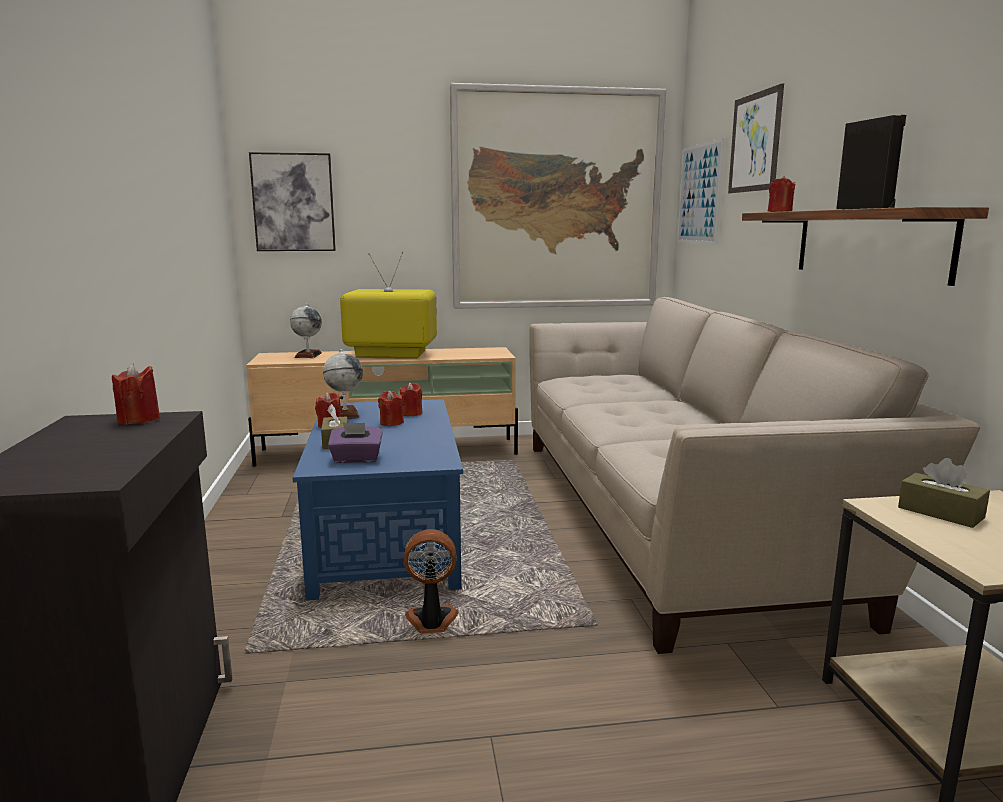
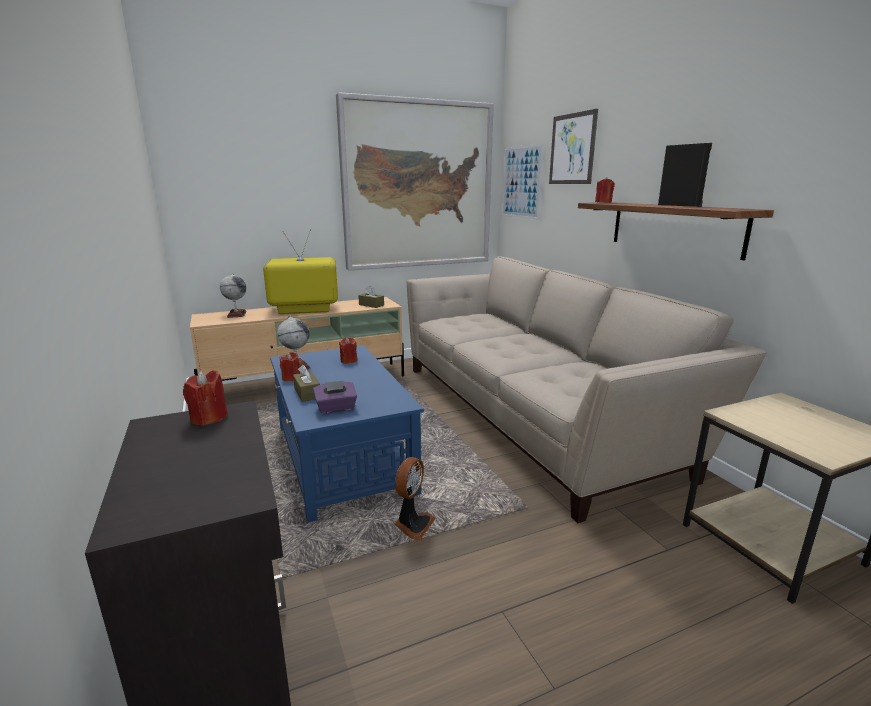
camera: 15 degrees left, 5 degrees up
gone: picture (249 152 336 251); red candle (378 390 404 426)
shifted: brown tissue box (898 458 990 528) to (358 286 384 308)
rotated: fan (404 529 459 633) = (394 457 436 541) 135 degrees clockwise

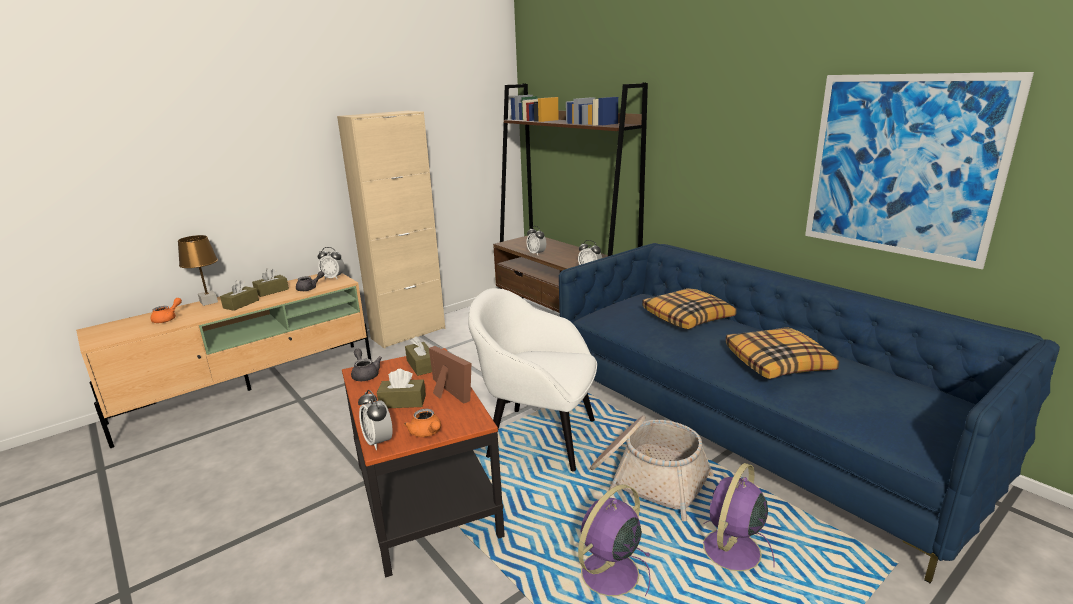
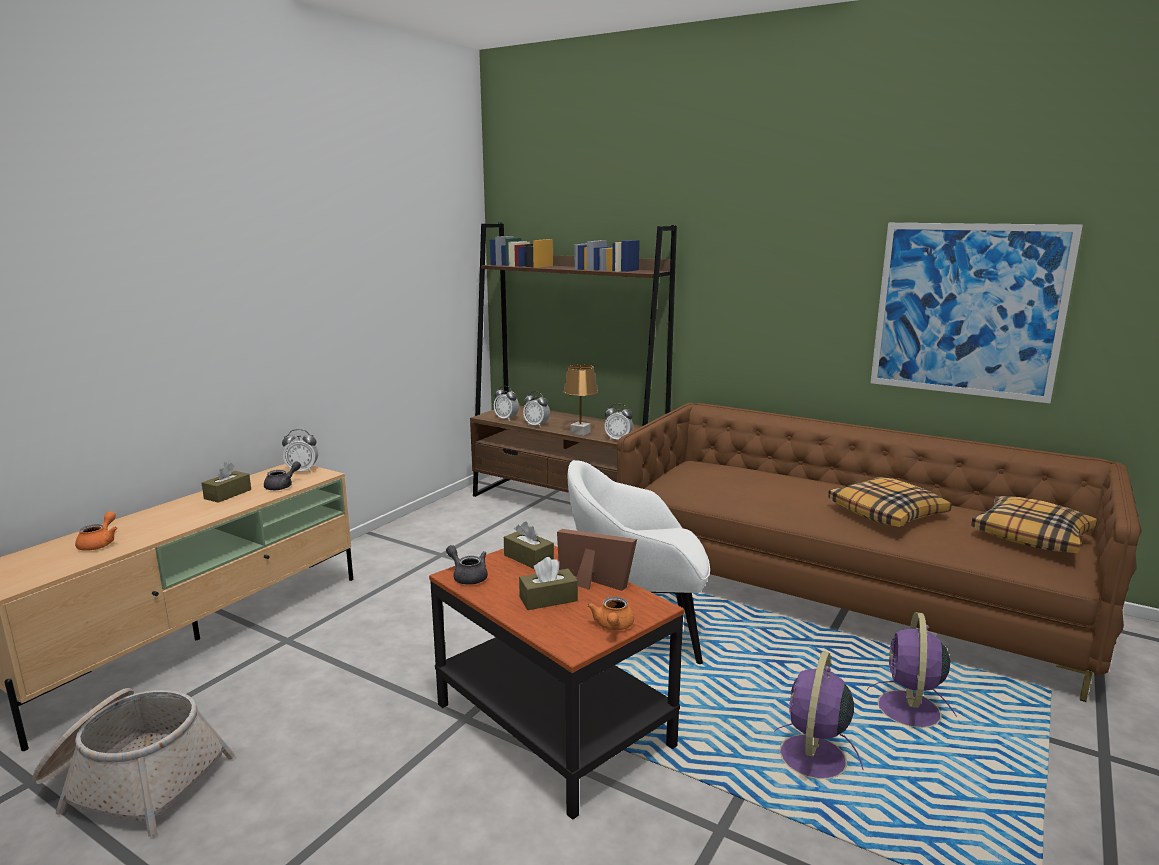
camera: 20 degrees left, 5 degrees down
gone: brown tissue box (220 280 259 311); beige cabinet (337 111 445 349)
shifted: brown table lamp (178 235 218 306) to (563 364 598 436); alarm clock (358 390 393 450) to (494 386 519 421); basket (590 415 714 521) to (32 688 235 837); pillow (642 288 737 329) to (971 496 1097 553)
repainted: blue sofa (559 243 1060 583) to brown sofa (617 403 1142 702)
rotated: orange teapot (404 409 441 437) = (587 597 634 630) 60 degrees clockwise

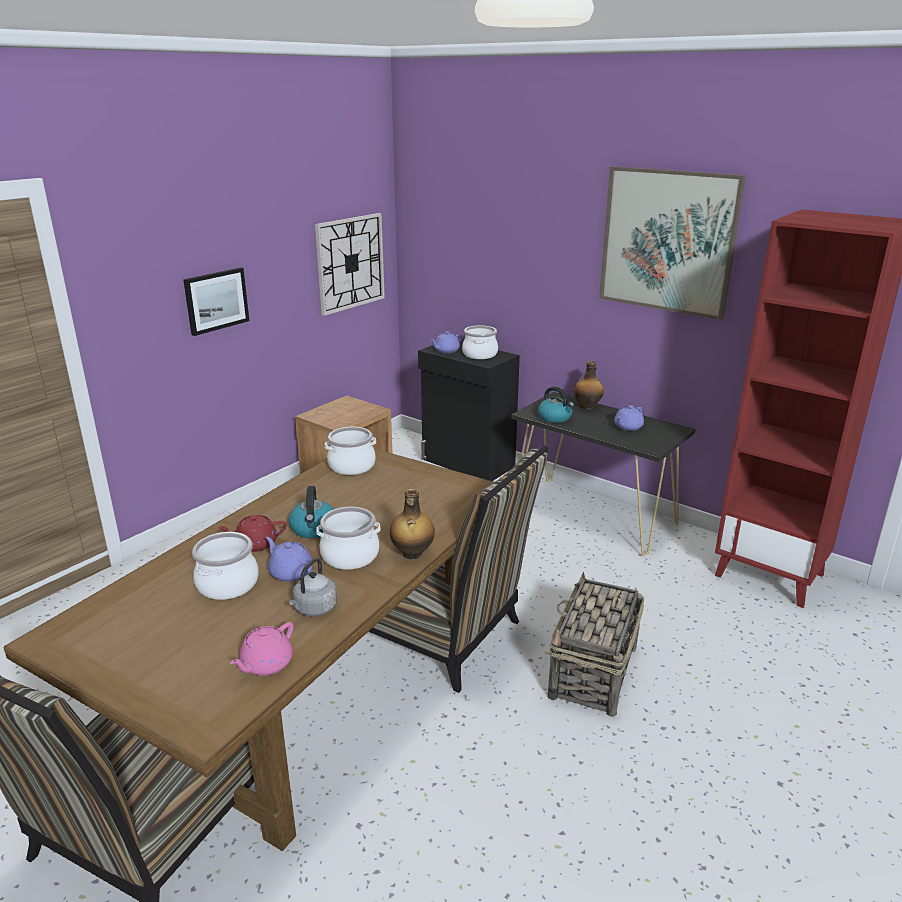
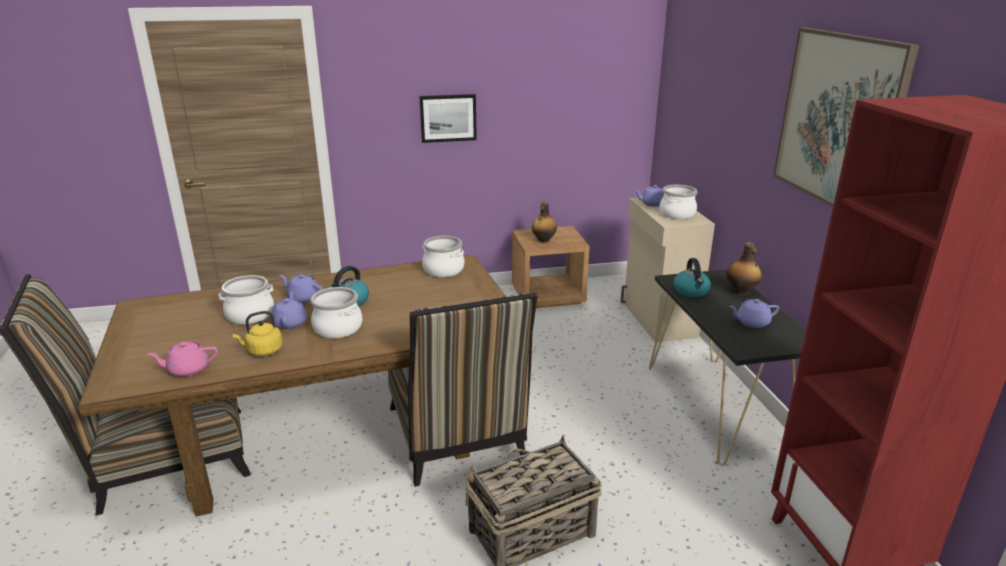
camera: 40 degrees right, 0 degrees up
gone: wall clock (315 213 385 316)
shifted: bottle (390 489 435 559) to (532 202 557 243)
repainted: red teapot (217 515 287 552) to purple teapot (279 274 323 303); grey kettle (289 558 337 616) to yellow kettle (233 311 282 356); black cabinet (418 341 520 481) to beige cabinet (620 198 715 342)

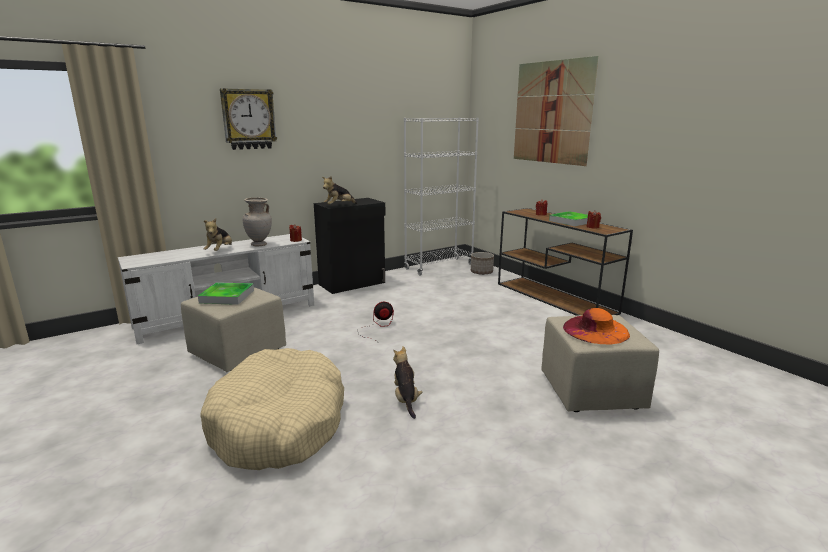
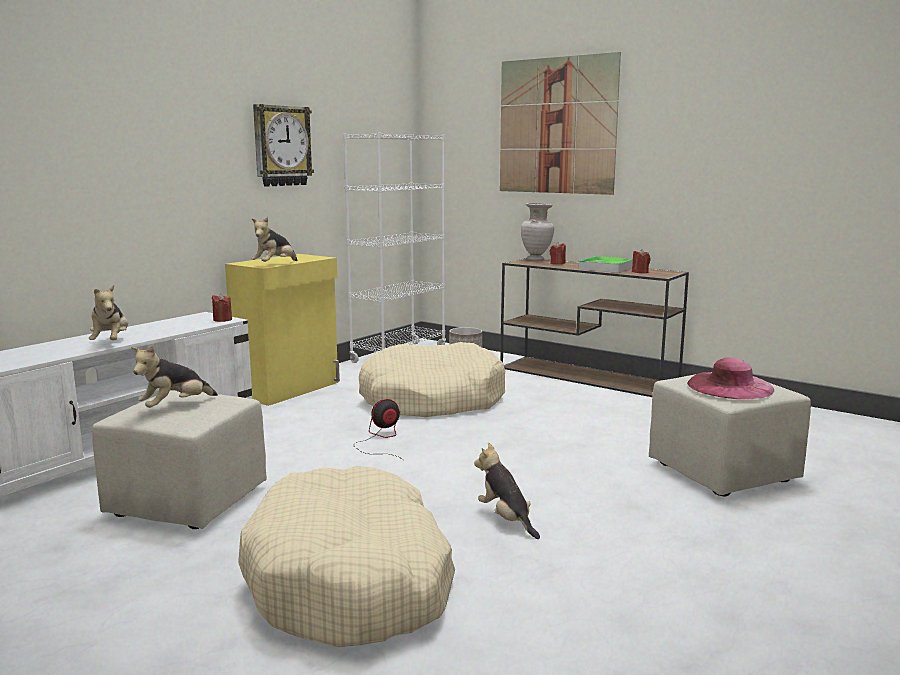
camera: 20 degrees left, 5 degrees down
new: beige dog bed (359 342 505 417)
shifted: wall clock (220 88 277 150) to (253 104 314 187); beige vase (243 197 272 246) to (521 203 554 261)
swapped: tray (198 282 254 305) to plush toy (131 345 218 408)
repainted: black cabinet (314 198 386 294) to yellow cabinet (225 254 340 406); orange hat (563 308 630 344) to pink hat (687 357 774 399)

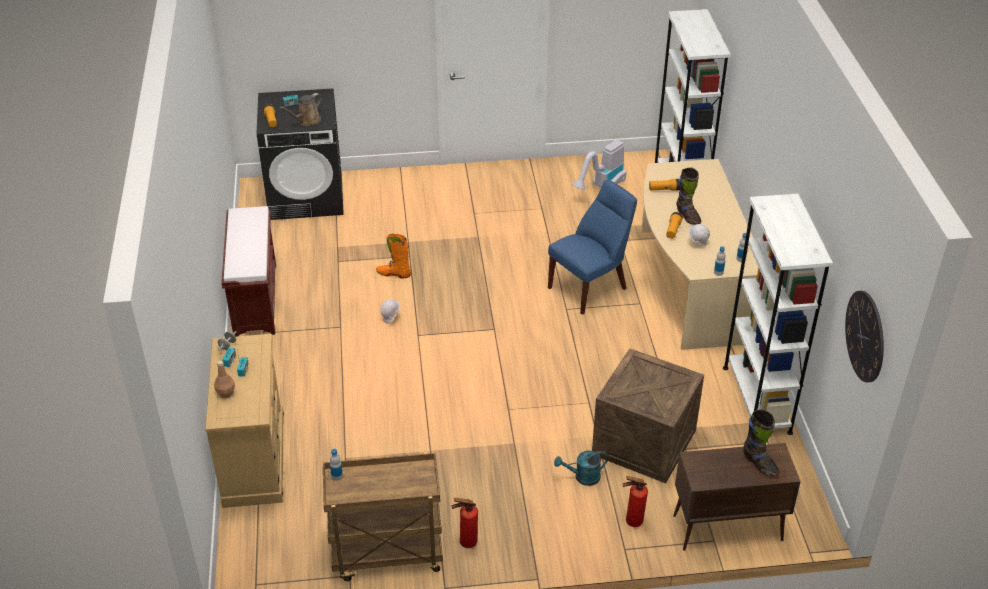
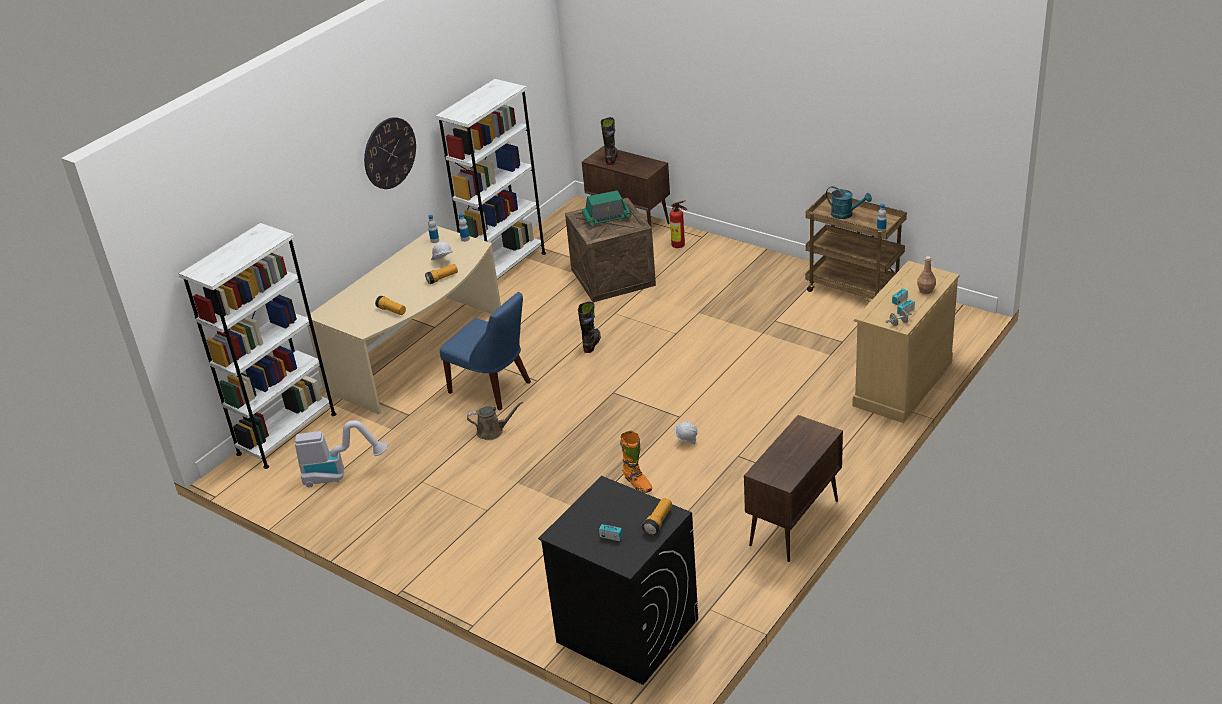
camera: 135 degrees left, 5 degrees down
gone: fire extinguisher (452 498 478 548)
new: radio (582 190 631 226)
shifted: brown watering can (280 93 322 126) to (467 401 523 440); turquoise watering can (554 451 608 486) to (826 186 872 219); black boot (676 167 701 225) to (578 302 601 353); wall clock (845 291 884 382) to (364 117 416 189)
swapped: brown bench (221 206 276 337) to brown cabinet (744 415 843 562)
rotated: blue chair (548 180 637 315) = (440 292 531 410) 150 degrees counterclockwise

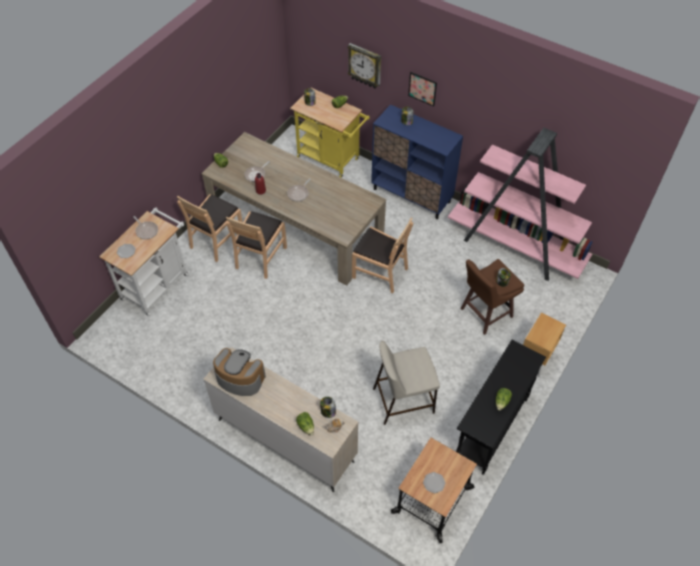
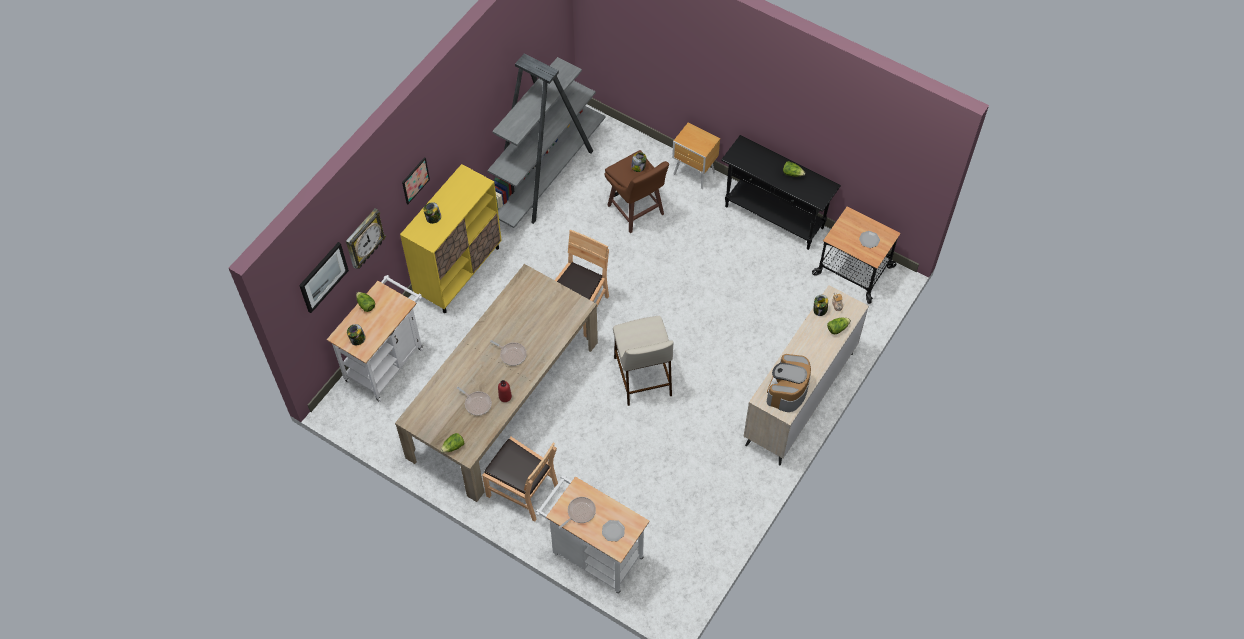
camera: 90 degrees left, 5 degrees up
gone: brown chair (226 211 287 279)
new: picture (299 242 349 313)
shifted: beige stool (373 341 440 425) to (613 316 674 406)
repainted: yellow cart (290 88 370 177) to white cart (327 275 423 402); blue cabinet (371 104 463 219) to yellow cabinet (400 164 502 313); pink bookcase (448 128 592 281) to grey bookcase (487 54 606 228)

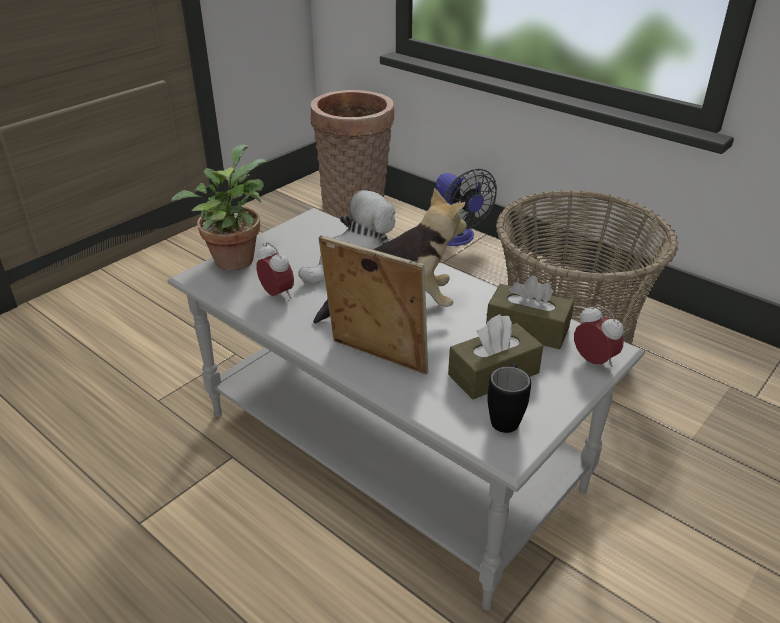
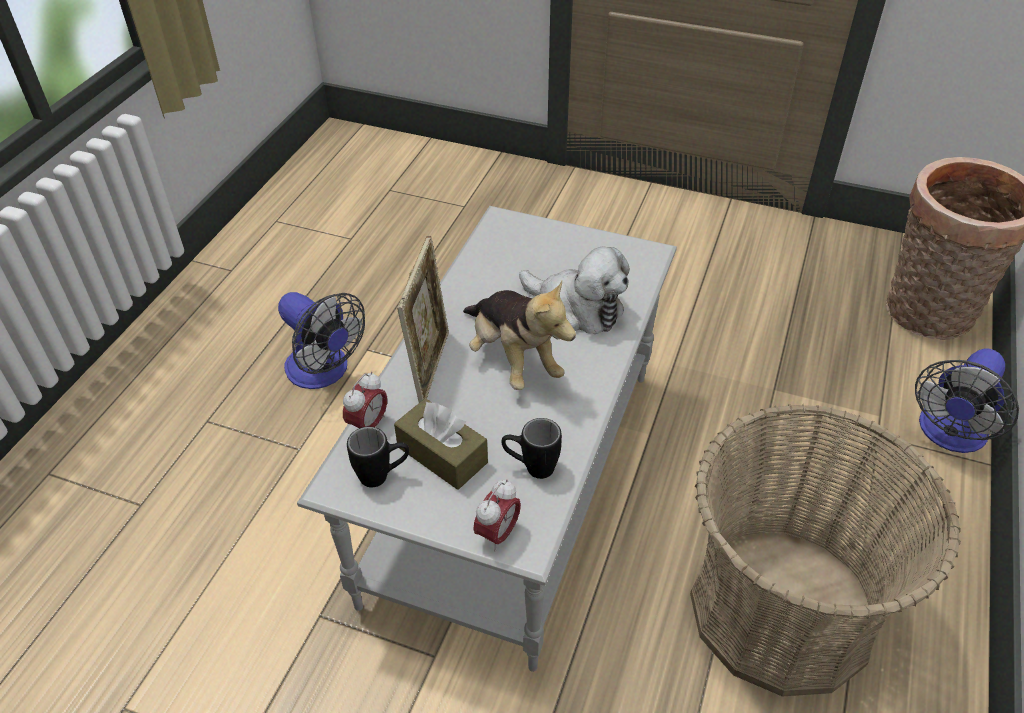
camera: 70 degrees right, 10 degrees up
gone: potted plant (171 144 267 271)
new: fan (278 292 365 389)
shifted: alarm clock (257 242 294 299) to (343 372 387 428)
swapped: brown tissue box (486 276 574 349) to black mug (501 418 562 479)

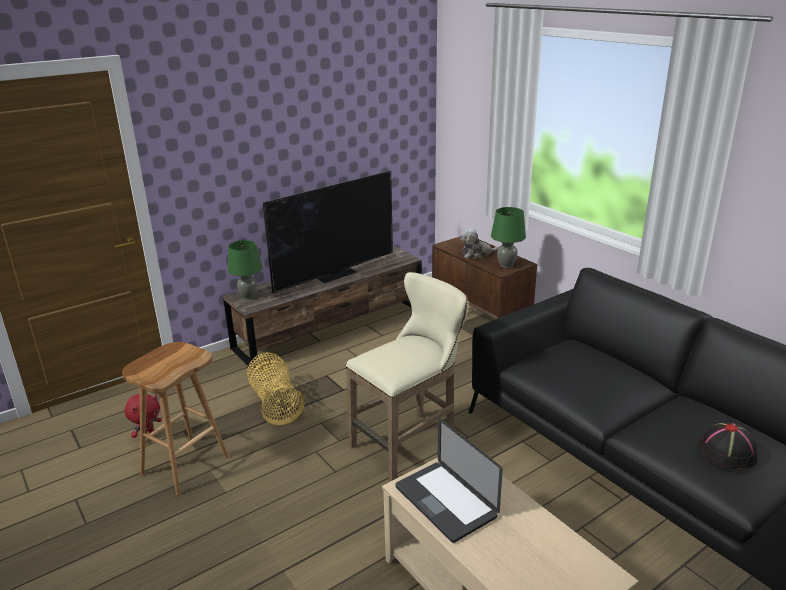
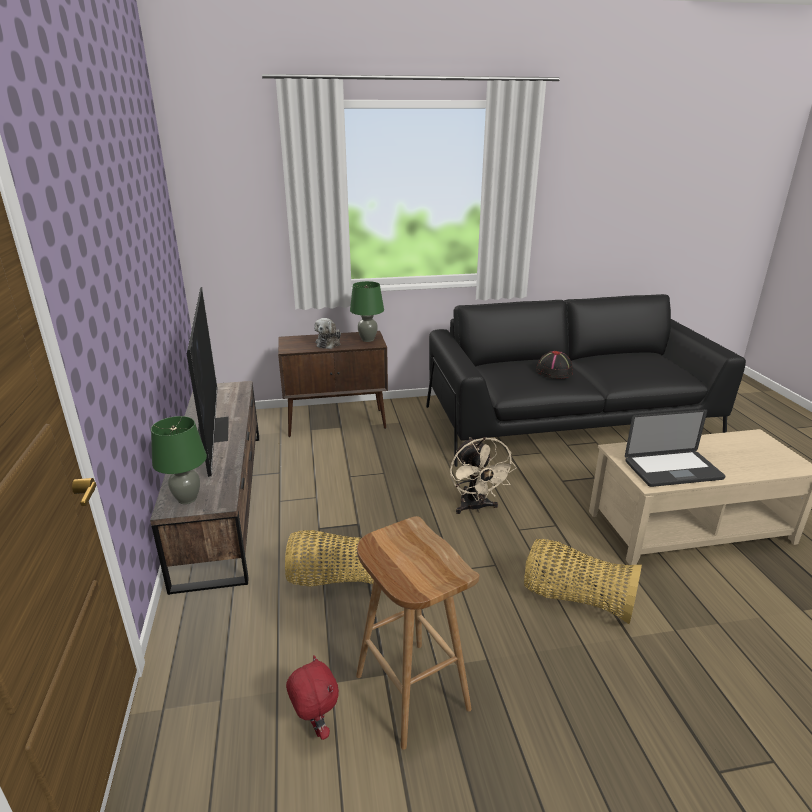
camera: 65 degrees left, 0 degrees up
new: basket (524 539 642 624)
shifted: black hat (698 422 758 470) to (536 351 573 379)
swapped: beige stool (346 272 469 481) to beige fan (450 437 517 514)

